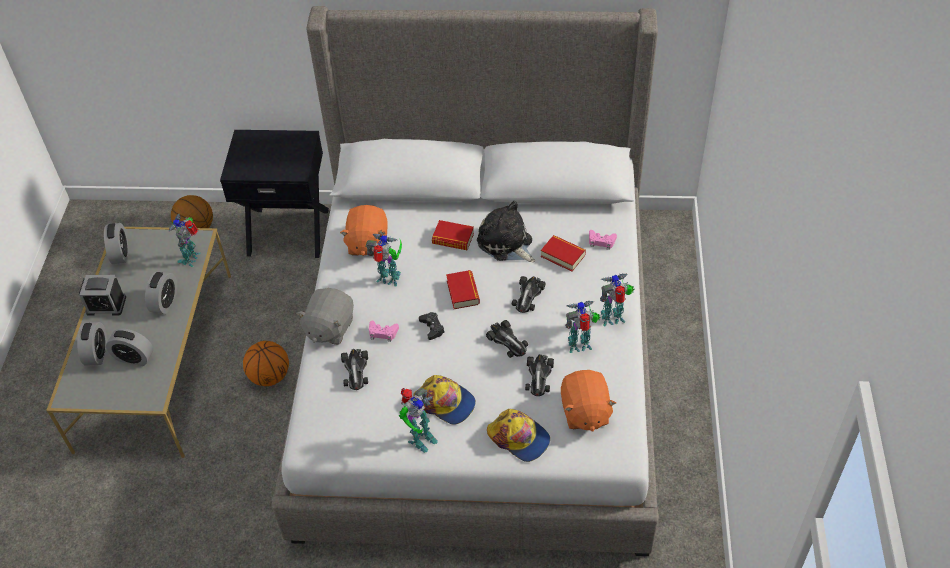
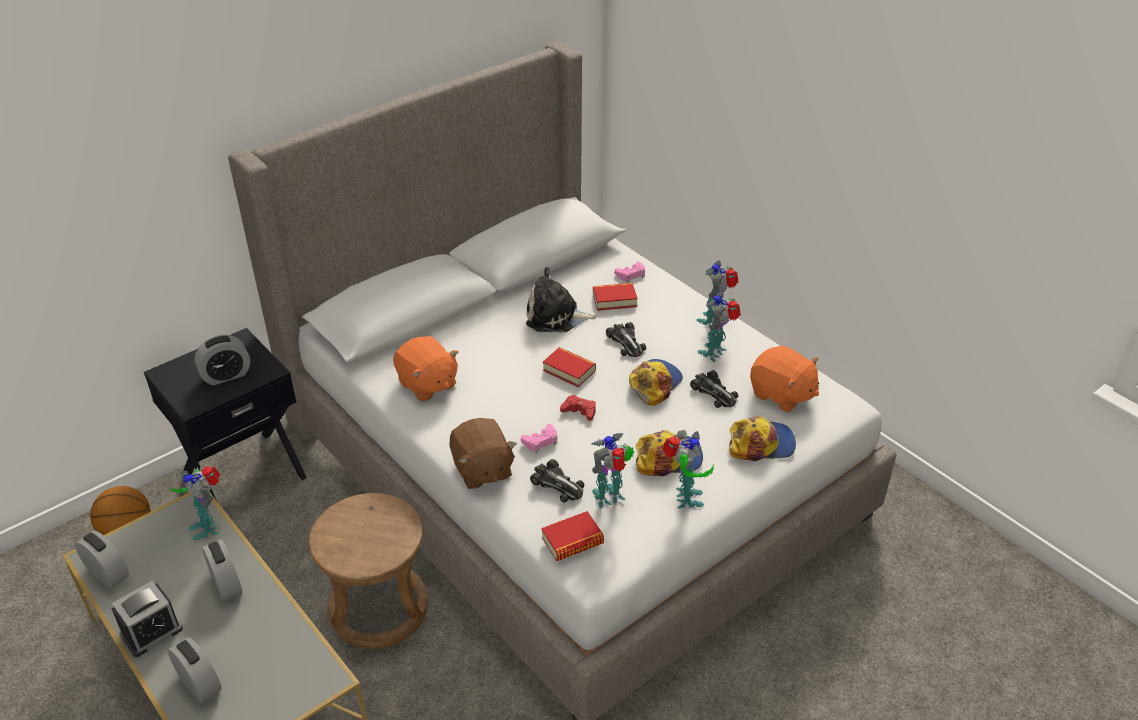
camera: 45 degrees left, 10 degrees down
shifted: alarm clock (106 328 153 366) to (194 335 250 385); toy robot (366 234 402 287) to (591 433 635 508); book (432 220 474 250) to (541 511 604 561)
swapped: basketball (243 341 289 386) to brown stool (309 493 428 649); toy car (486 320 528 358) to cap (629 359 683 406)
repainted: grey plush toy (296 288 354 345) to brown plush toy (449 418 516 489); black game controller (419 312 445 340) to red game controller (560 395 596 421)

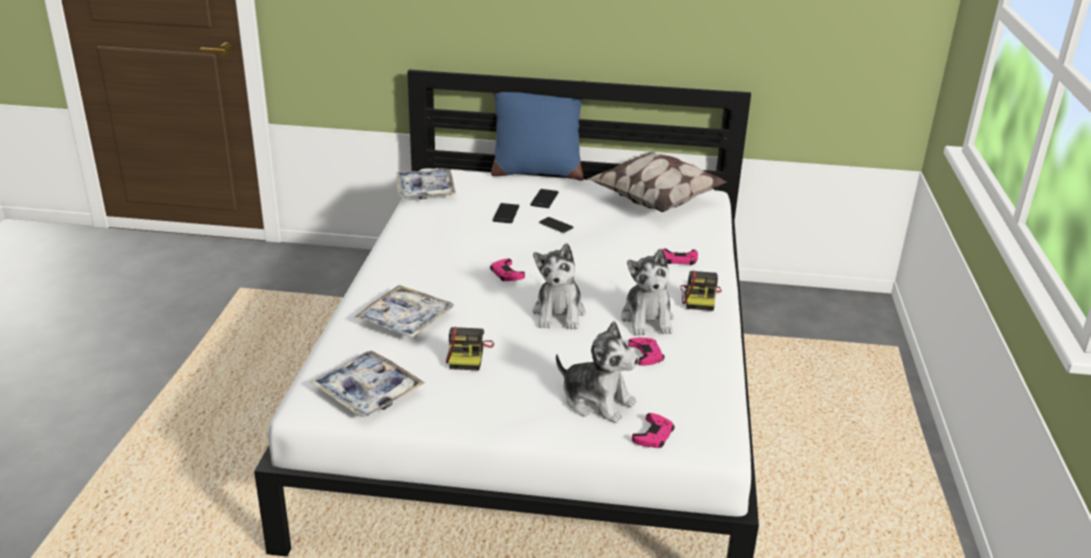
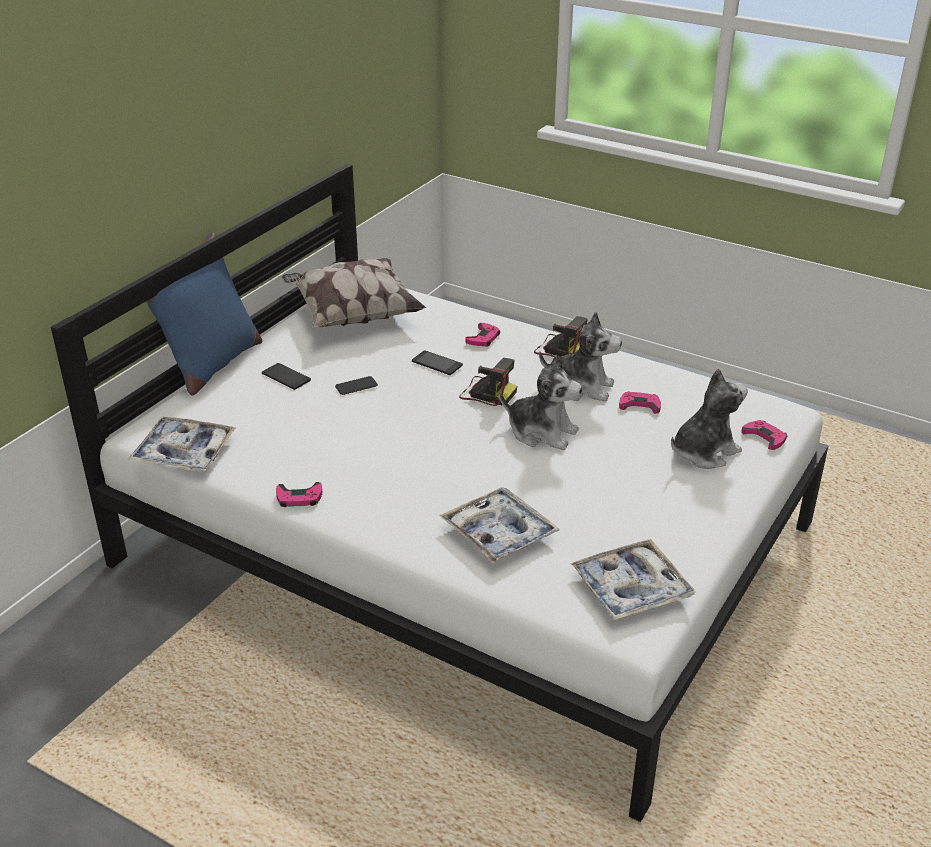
camera: 65 degrees left, 5 degrees up
shifted: photo camera (446 327 494 370) to (459 358 517 406); pink game controller (490 259 525 281) to (276 482 322 507); phone (493 203 519 223) to (412 350 463 375)

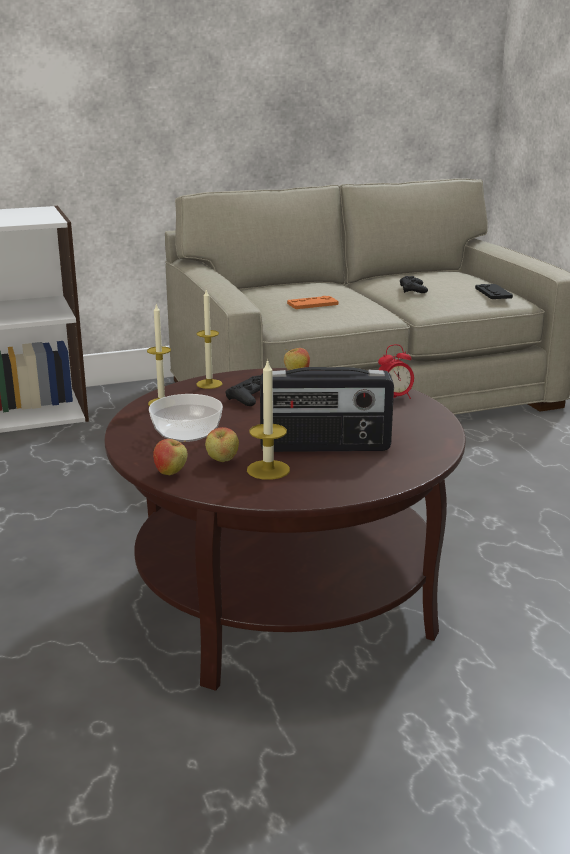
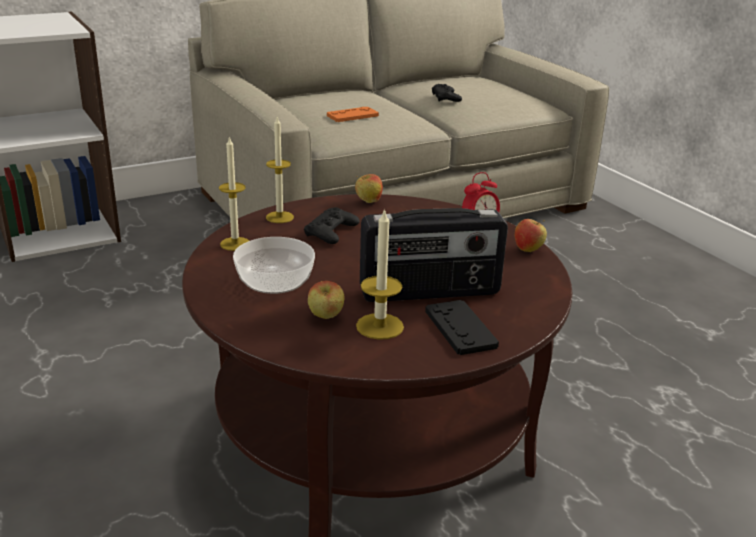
camera: 10 degrees left, 5 degrees up
shifted: apple (153 439 188 475) to (515 219 547 252); black game controller (475 284 513 299) to (425 300 499 355)

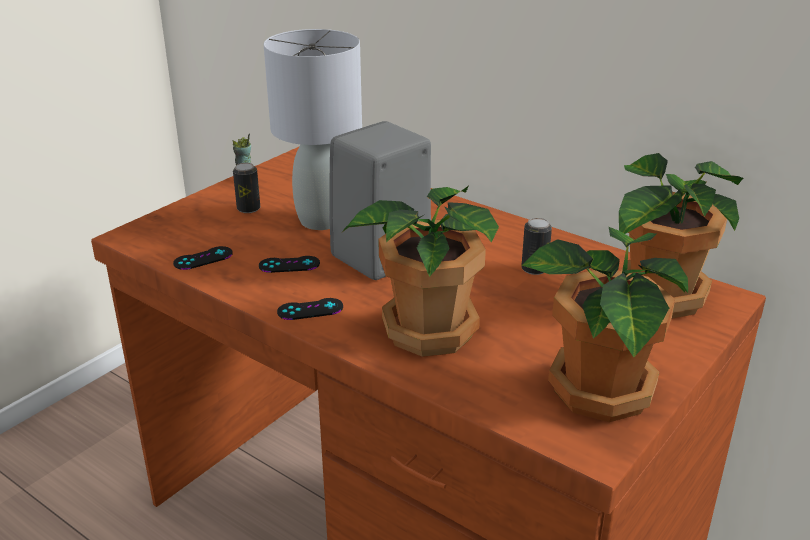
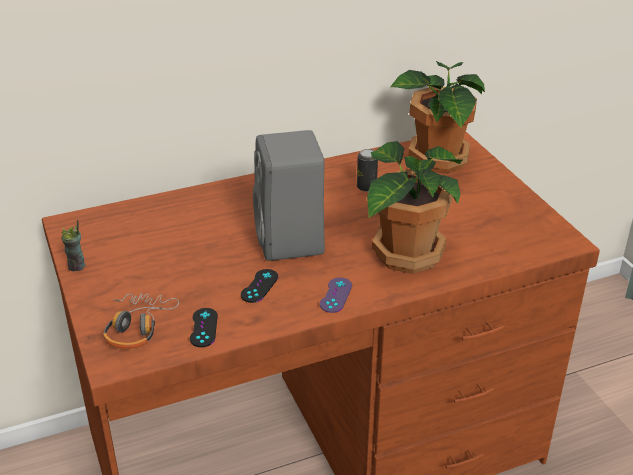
camera: 60 degrees left, 5 degrees up
gone: can (233 163 260 213); grey table lamp (264 29 362 230); potted plant (522 227 688 422)
new: headphones (103 293 179 349)
repainted: black game controller (277 298 343 320) to purple game controller (320 277 352 313)

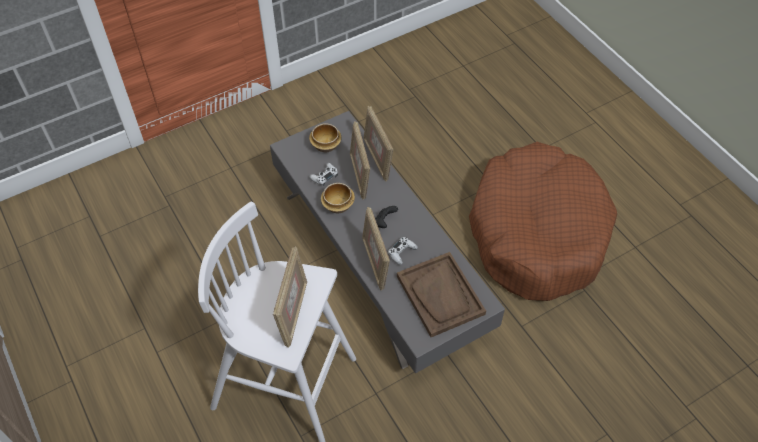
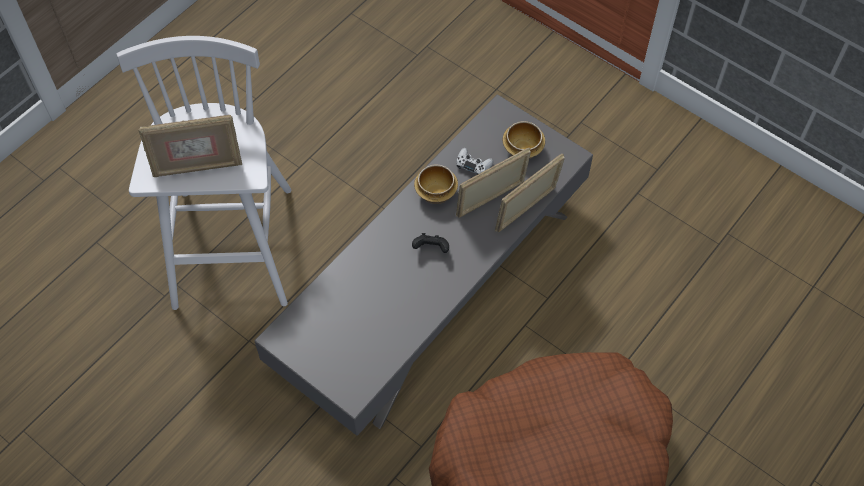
camera: 70 degrees right, 5 degrees up
gone: picture frame (362 207 390 291); white game controller (388 237 418 265); brown tray (397 252 486 337)

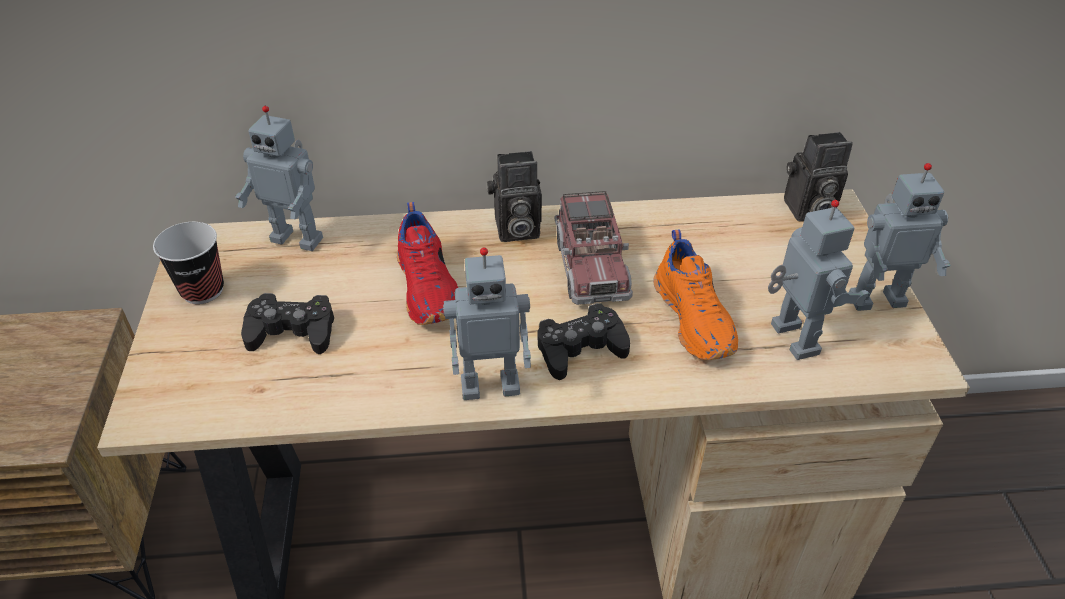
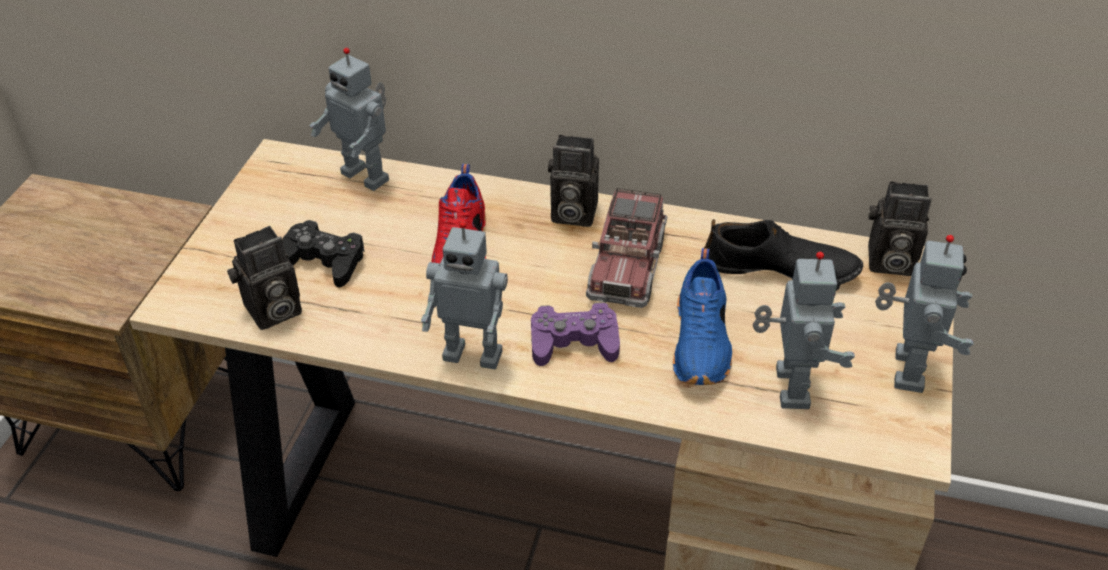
camera: 20 degrees right, 0 degrees up
gone: cup (153 222 224 304)
new: photo camera (227 226 302 330); black shoe (704 219 863 285)
repainted: black game controller (538 303 630 380) to purple game controller (531 302 620 366); orange shoe (653 229 738 360) to blue shoe (673 248 732 385)
rotated: toy robot (849 163 951 311) = (875 235 973 393) 90 degrees counterclockwise

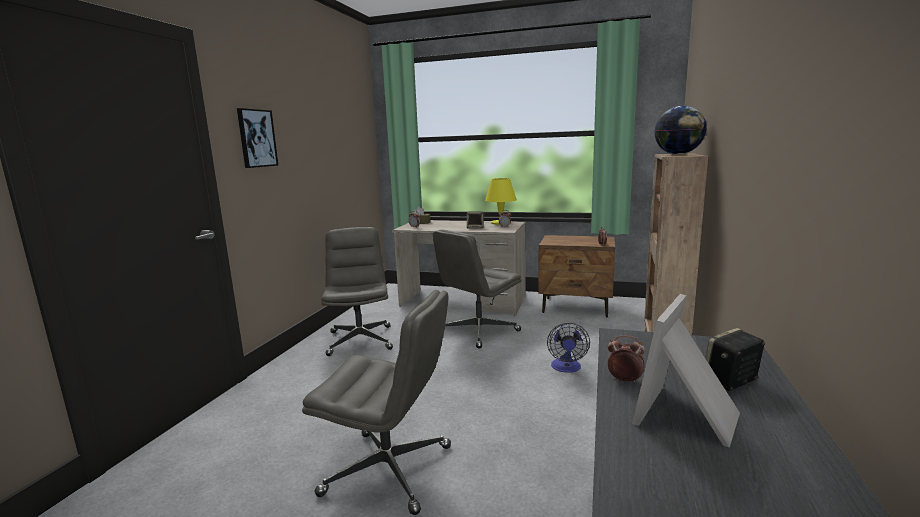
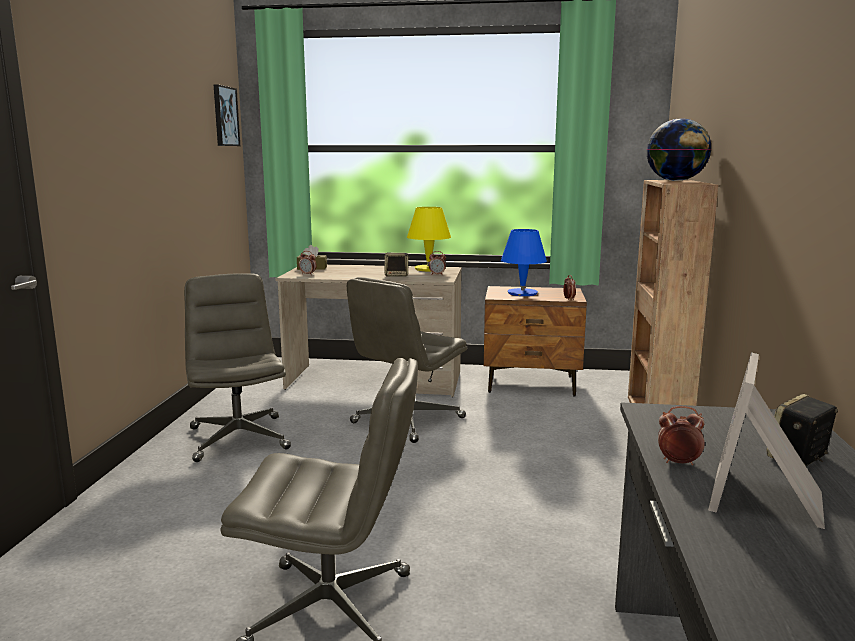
camera: 10 degrees left, 0 degrees up
gone: fan (547 323 590 373)
new: blue table lamp (501 229 547 296)
shifted: picture (237 108 278 168) to (214 84 240 146)

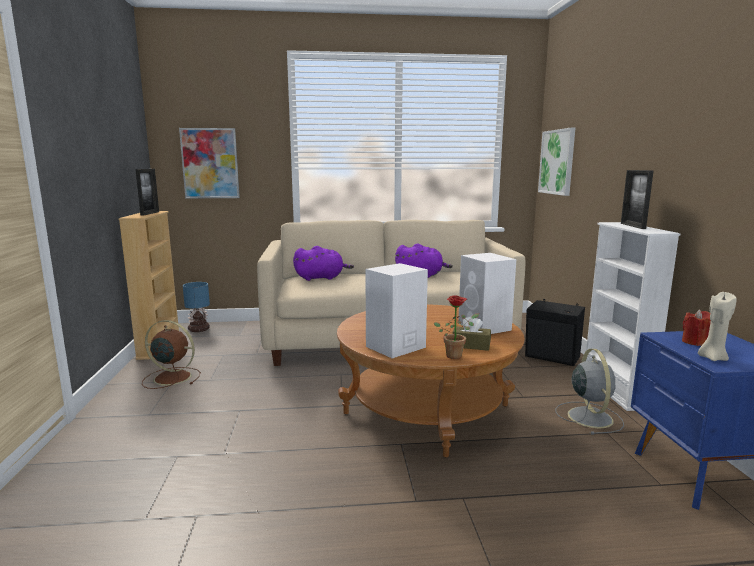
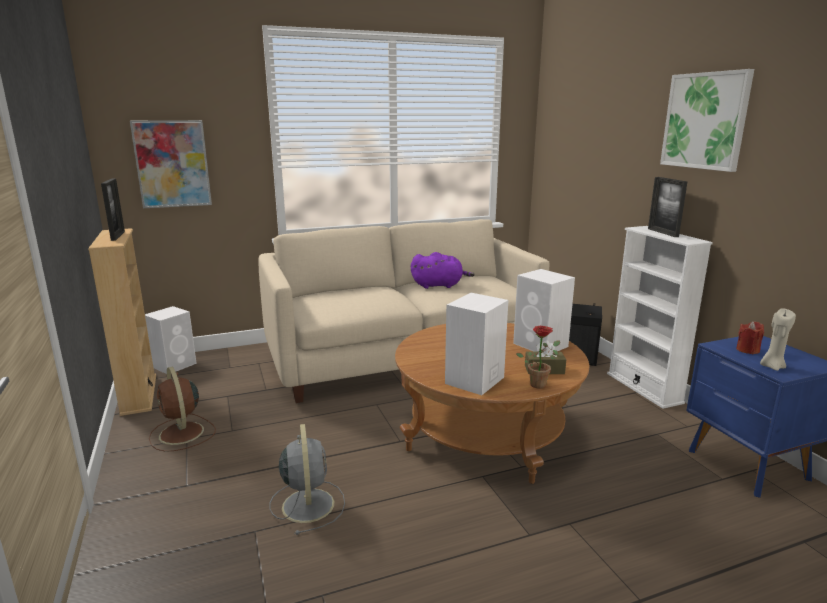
camera: 15 degrees left, 5 degrees up
gone: purple plush toy (293 246 354 281)
shifted: picture (538 128 575 196) to (660 69 754 172); grey fan (556 349 624 435) to (270 424 345 535)
swapped: table lamp (183 282 210 332) to white speaker (145 306 197 374)
rotated: brown fan (142 320 201 389) = (149 367 216 452) 120 degrees counterclockwise

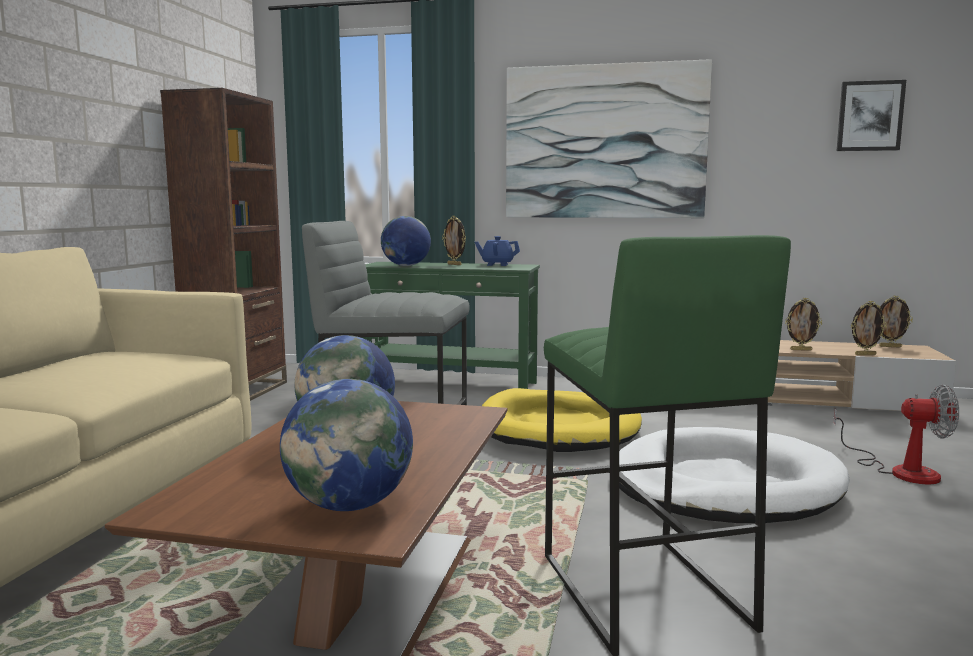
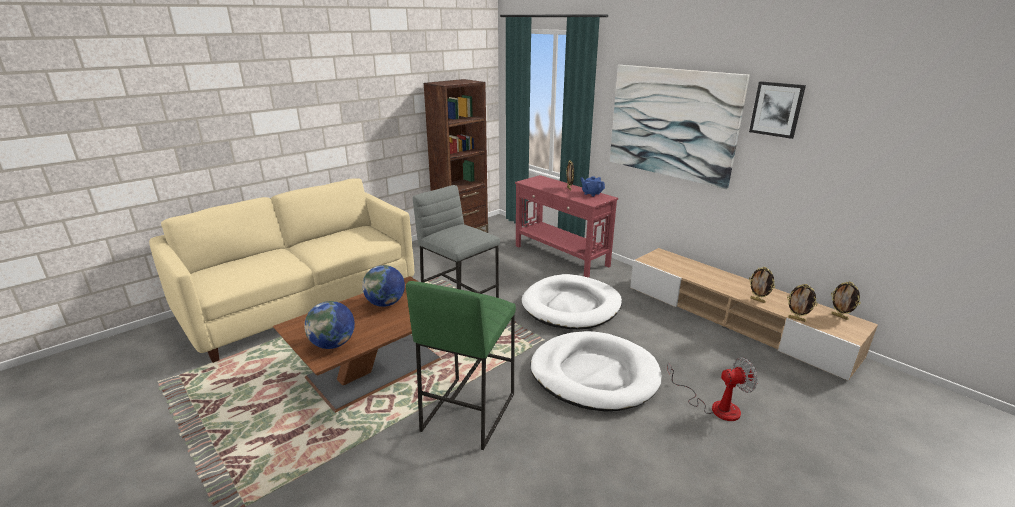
camera: 35 degrees right, 15 degrees up
gone: globe (381 216 431 266)
shifted: picture (837 80 906 151) to (749 81 806 139)
repainted: green console table (362 262 540 389) to red console table (515 175 618 278); yellow dog bed (482 388 642 452) to white dog bed (522 274 622 329)
rotated: fan (833 385 959 485) = (667 358 758 421) 60 degrees counterclockwise

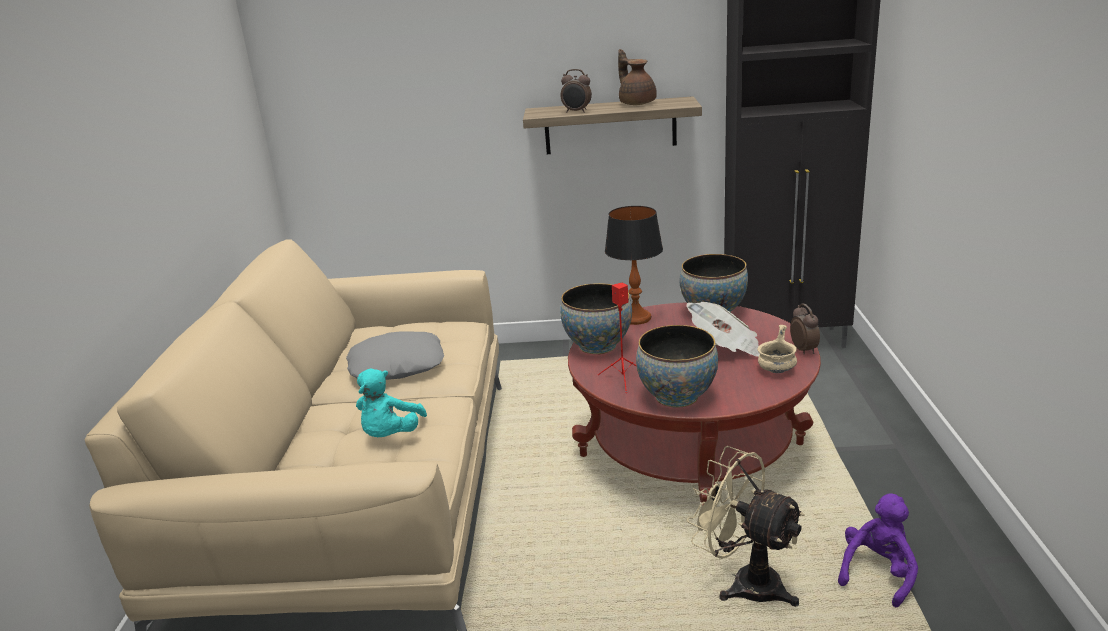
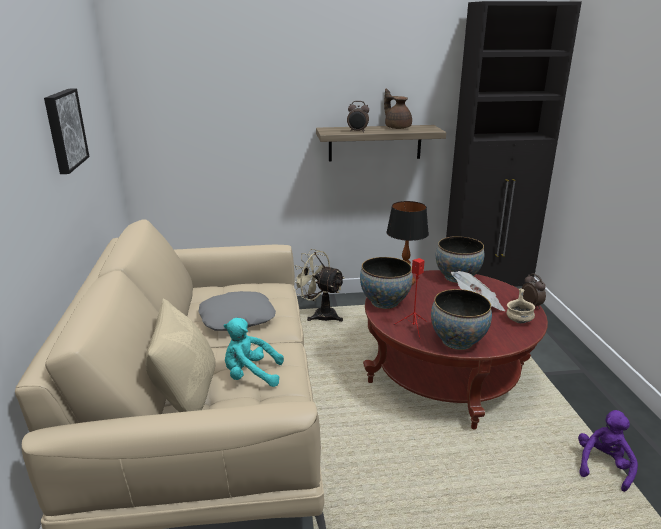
camera: 10 degrees left, 0 degrees up
new: picture (44 89 89 174); beige pillow (145 298 216 412)
shifted: beige fan (687 446 805 607) to (294 249 345 322)
rotated: turquoise plush toy (356 368 427 437) = (223 318 284 387) 90 degrees clockwise

